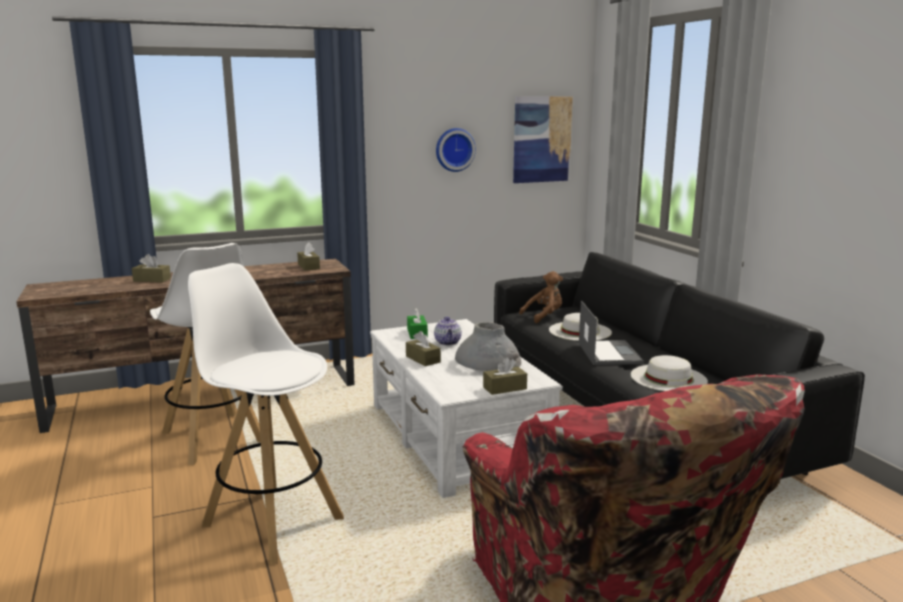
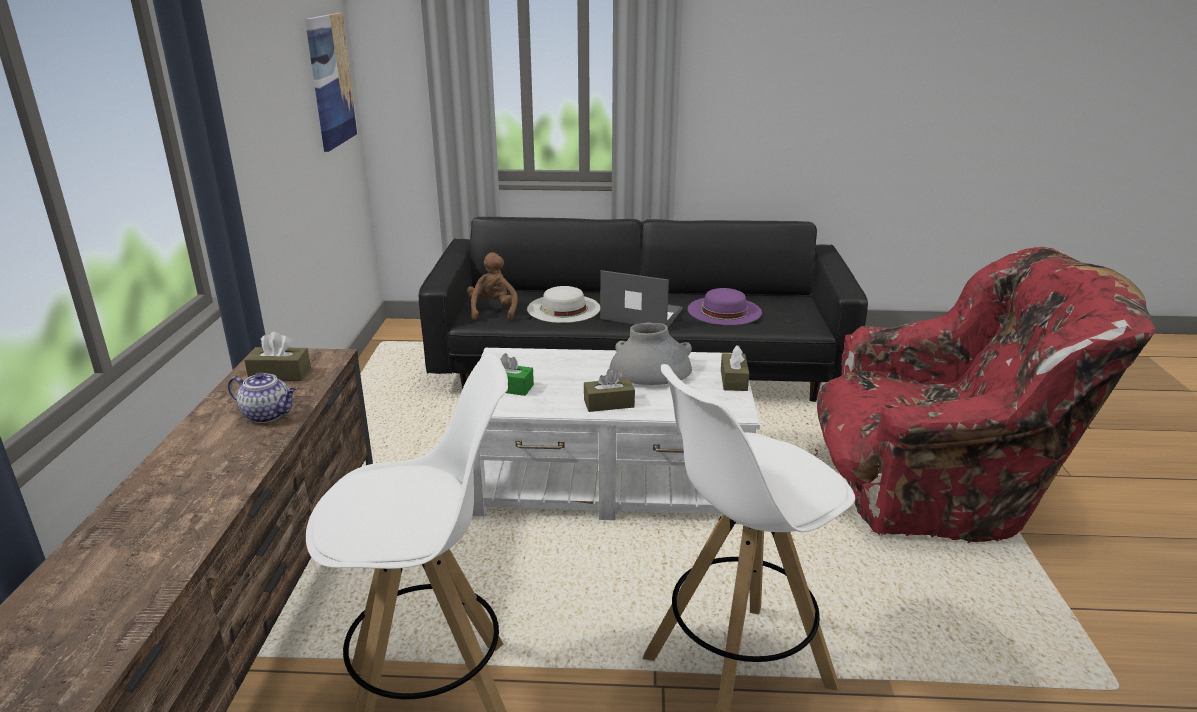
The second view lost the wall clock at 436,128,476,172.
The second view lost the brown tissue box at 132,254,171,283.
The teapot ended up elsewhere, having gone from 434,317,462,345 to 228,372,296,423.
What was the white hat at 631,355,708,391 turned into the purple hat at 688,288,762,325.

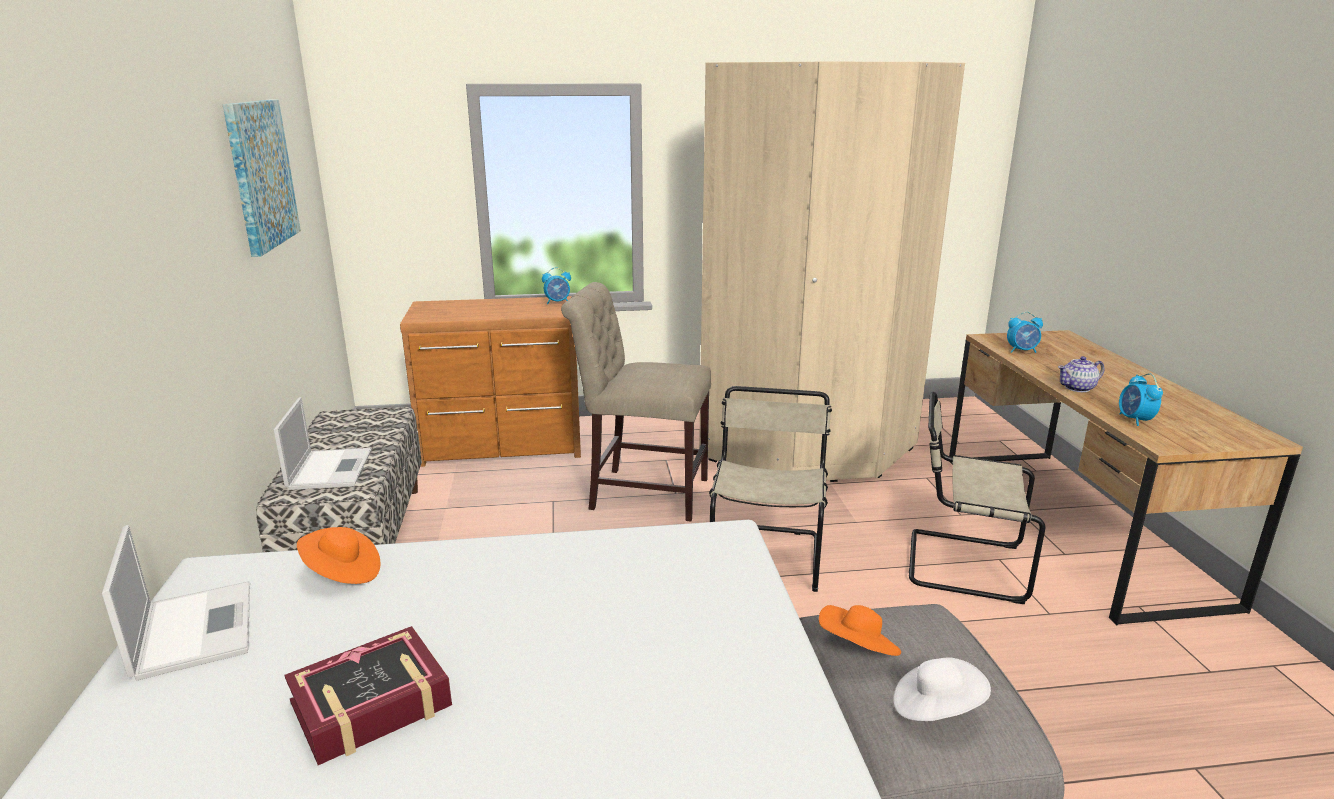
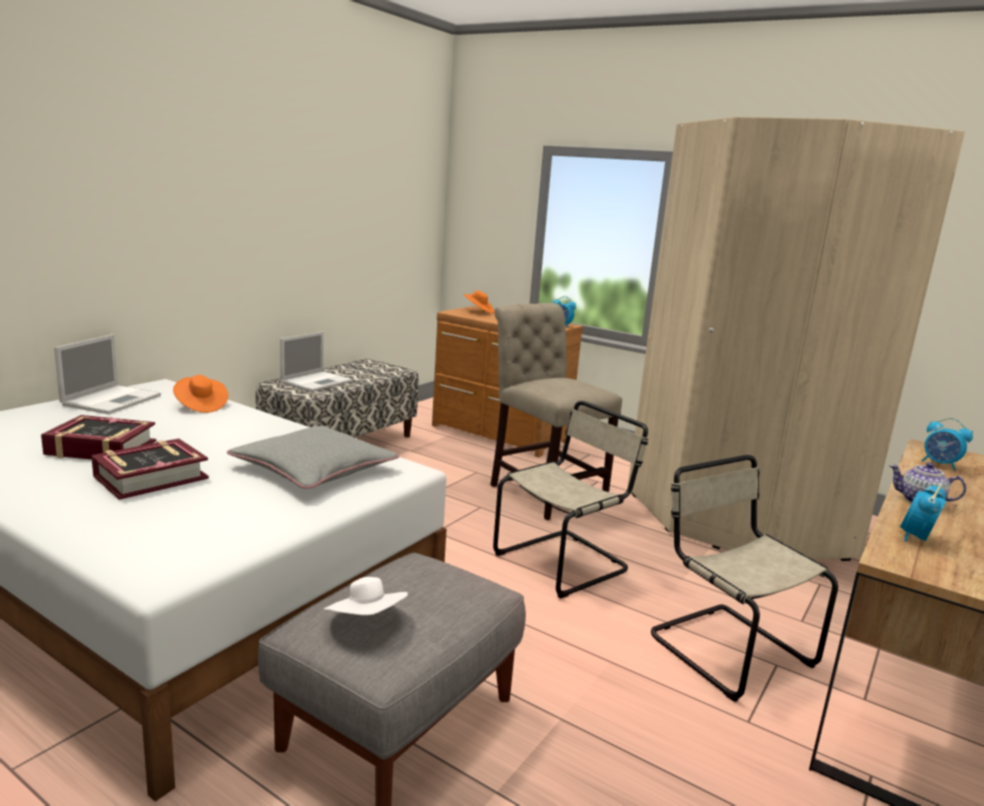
The second view lost the picture at 223,99,301,257.
The orange hat ended up elsewhere, having gone from 819,605,901,656 to 463,290,494,314.
The second view gained the grey pillow at 227,426,399,489.
The second view gained the book at 91,439,209,500.

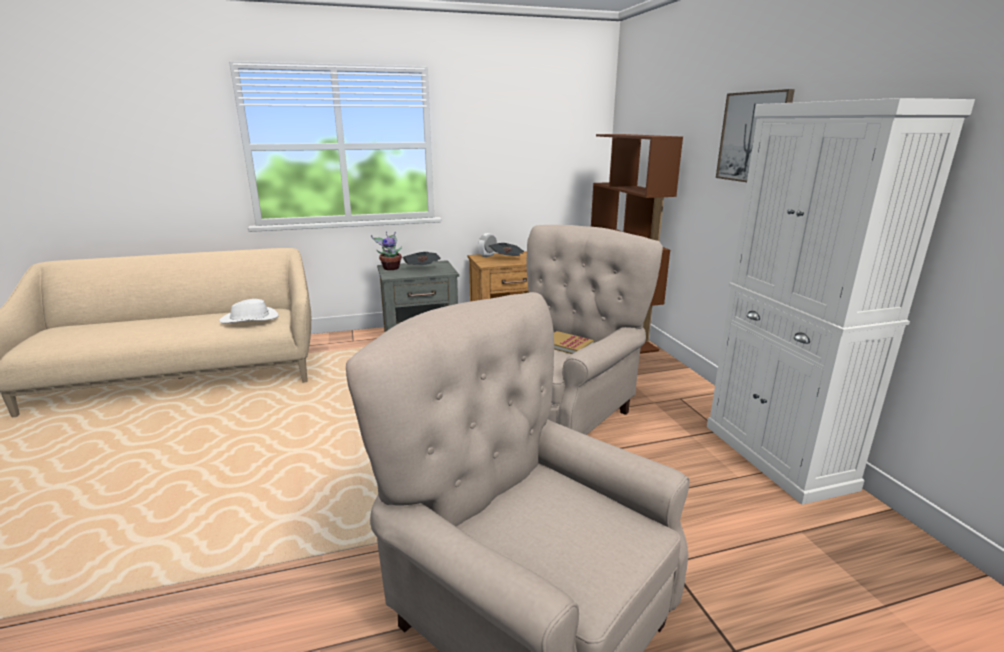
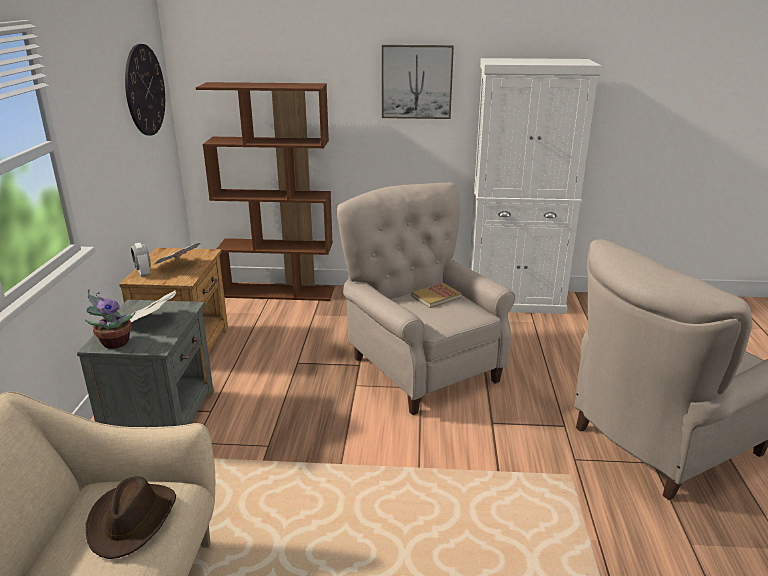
What was the white hat at 219,299,279,323 turned into the brown hat at 86,476,176,559.
The second view gained the wall clock at 125,44,165,135.

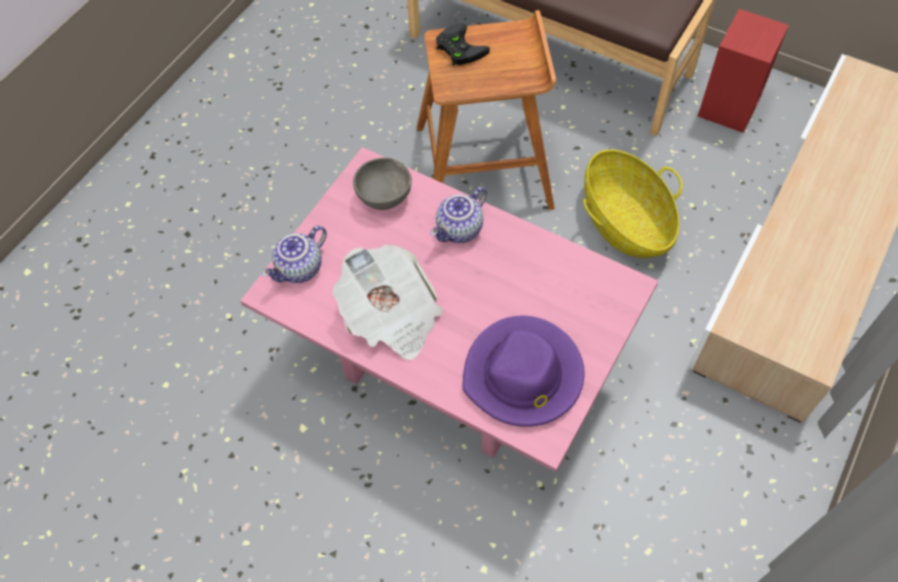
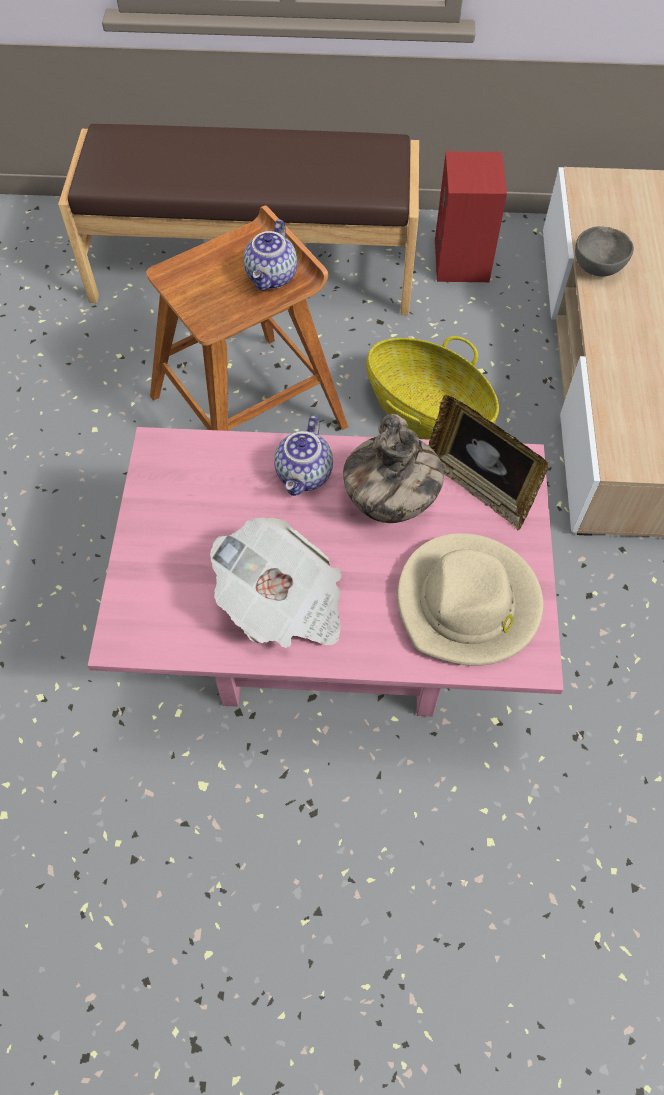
The second view lost the black game controller at 436,23,490,66.
The grey bowl ended up elsewhere, having gone from 353,158,412,210 to 575,226,634,276.
The teapot ended up elsewhere, having gone from 262,226,327,283 to 244,219,297,291.
What was the purple hat at 462,316,584,427 turned into the beige hat at 397,533,543,666.
The second view gained the picture frame at 429,395,548,531.
The second view gained the vase at 343,413,444,523.

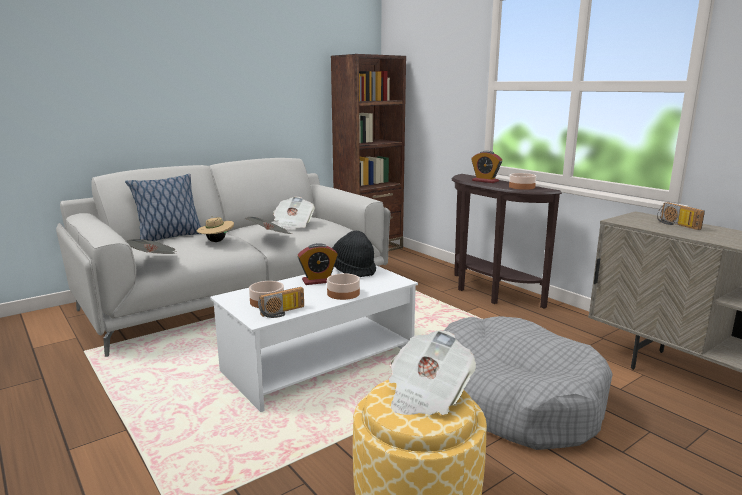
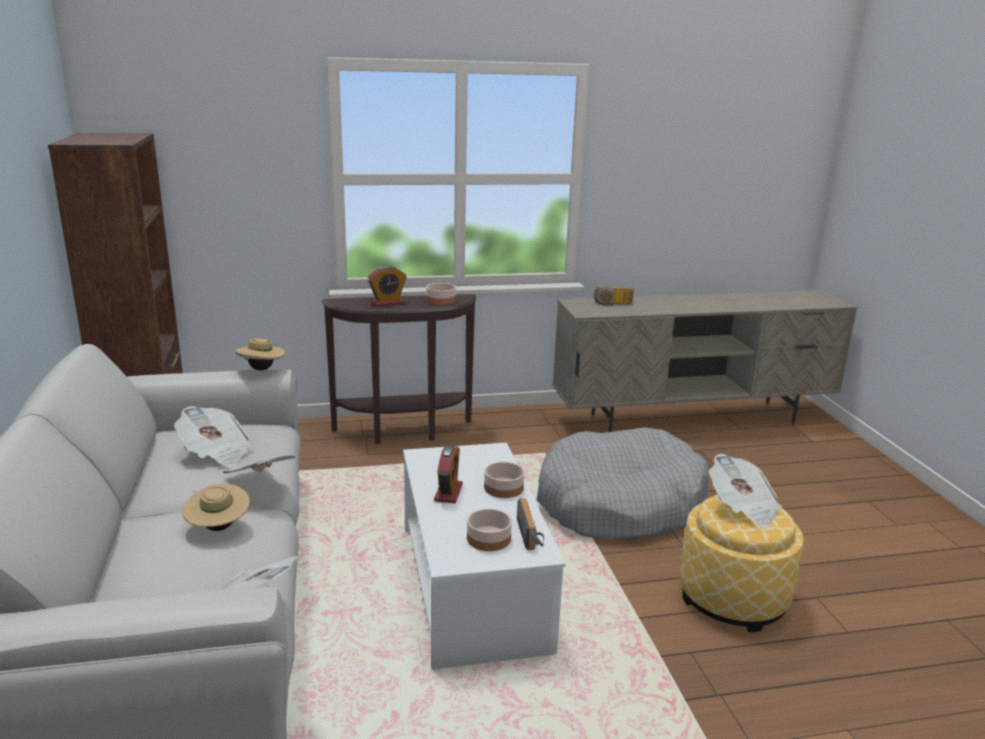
The second view lost the pillow at 125,174,201,241.
The second view lost the black hat at 332,231,376,277.
The second view gained the beige hat at 235,338,286,370.

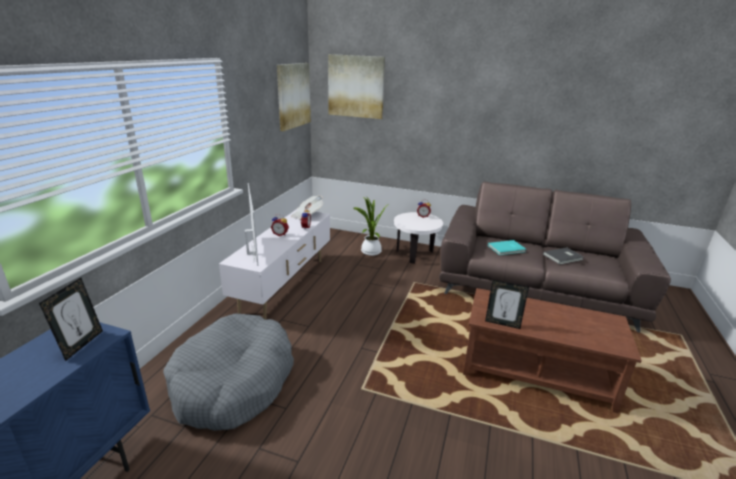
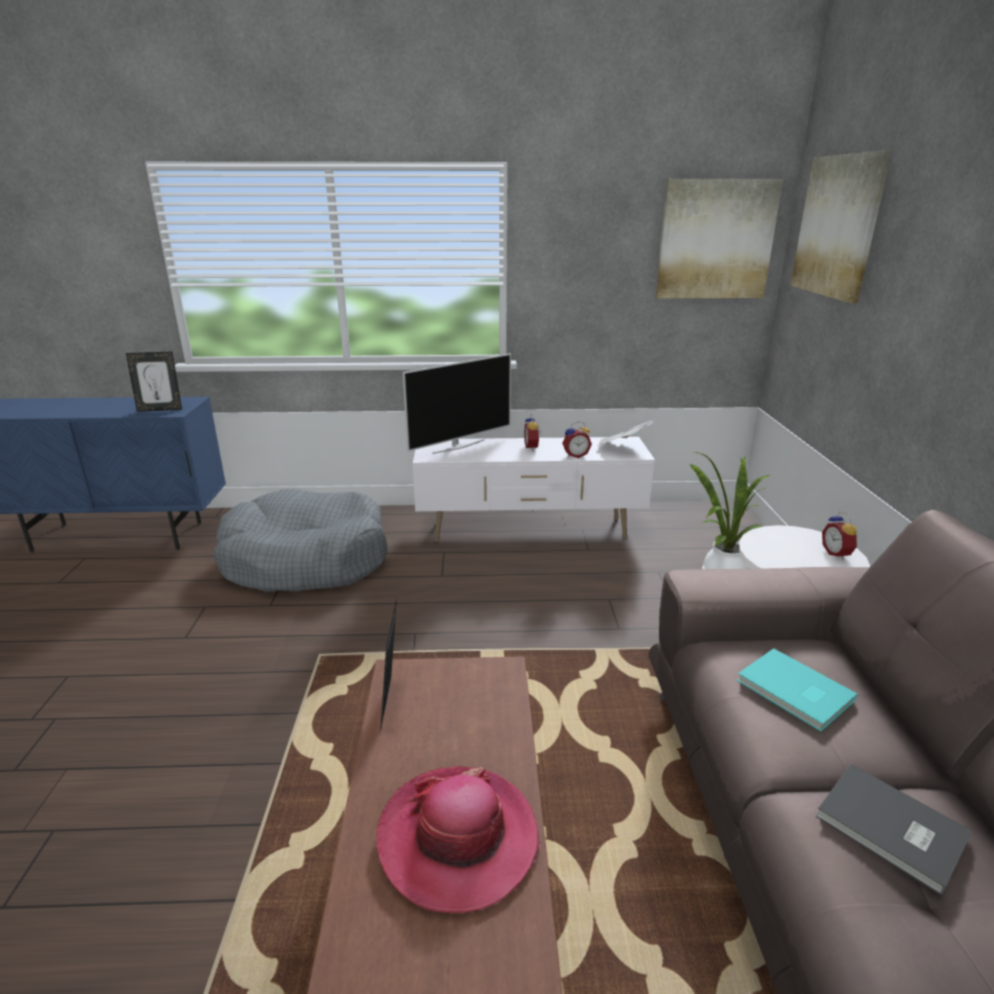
The second view gained the hat at 376,766,540,913.

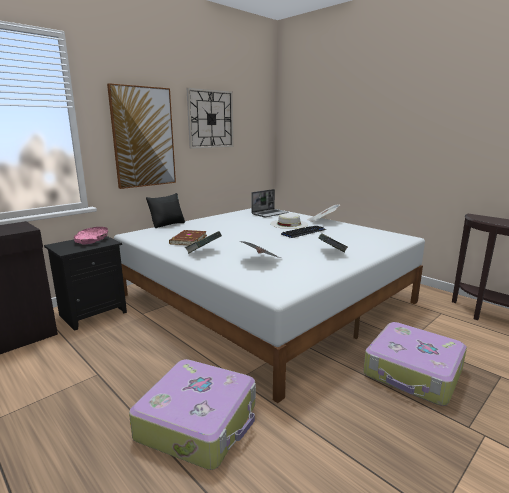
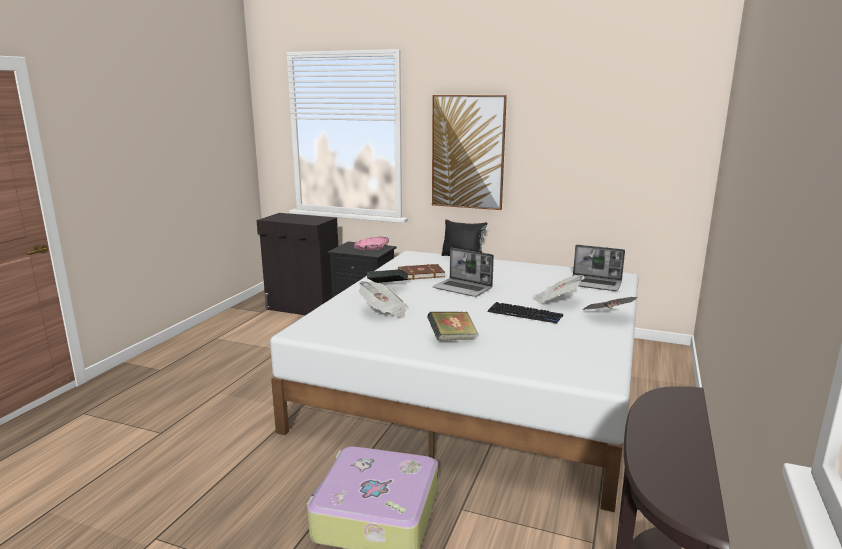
The second view lost the wall clock at 187,88,234,149.
Where the white hat stood at 270,213,308,229, the newspaper came to stand at 532,275,585,303.
The second view lost the suitcase at 129,359,256,470.
The second view gained the laptop at 433,248,494,297.

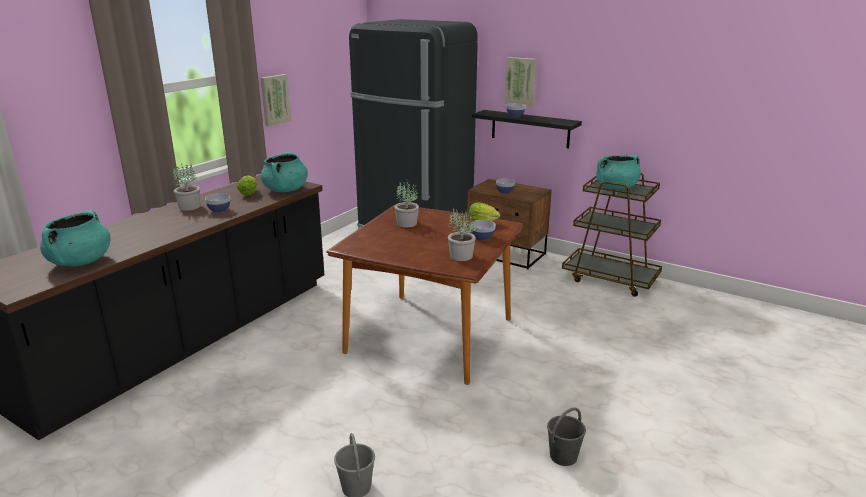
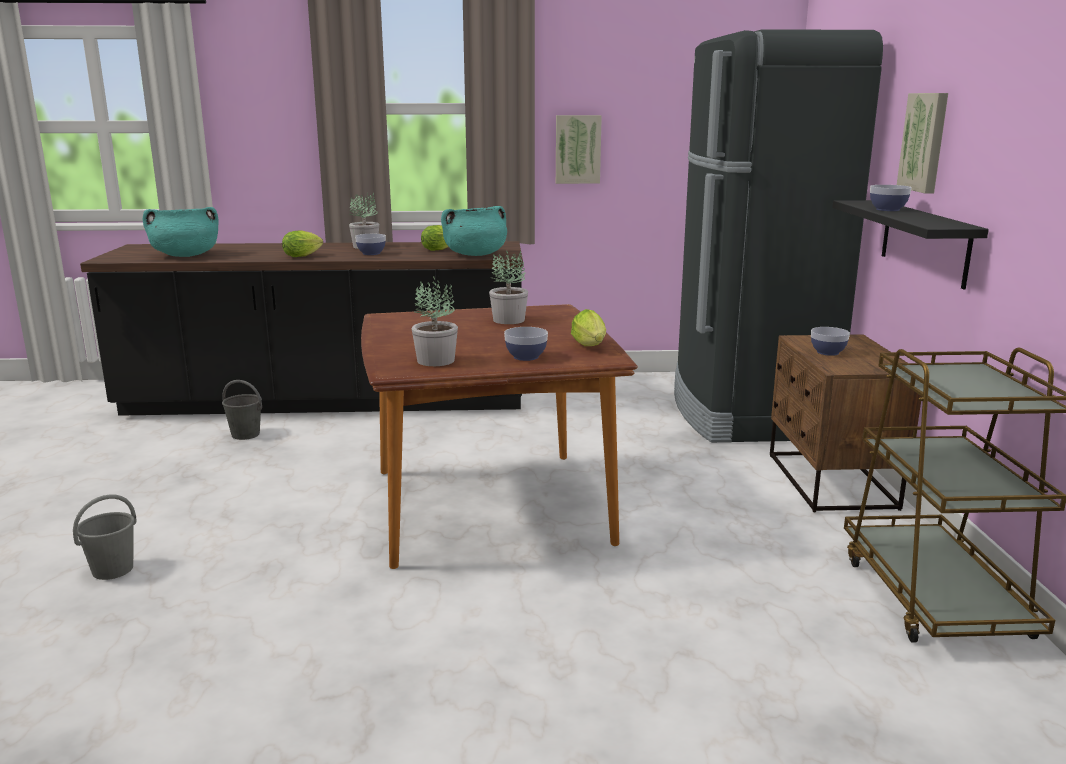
The second view lost the turquoise cooking pot at 596,155,641,190.
The grey bucket ended up elsewhere, having gone from 547,407,586,466 to 222,380,262,440.
The second view gained the lettuce at 282,230,323,257.

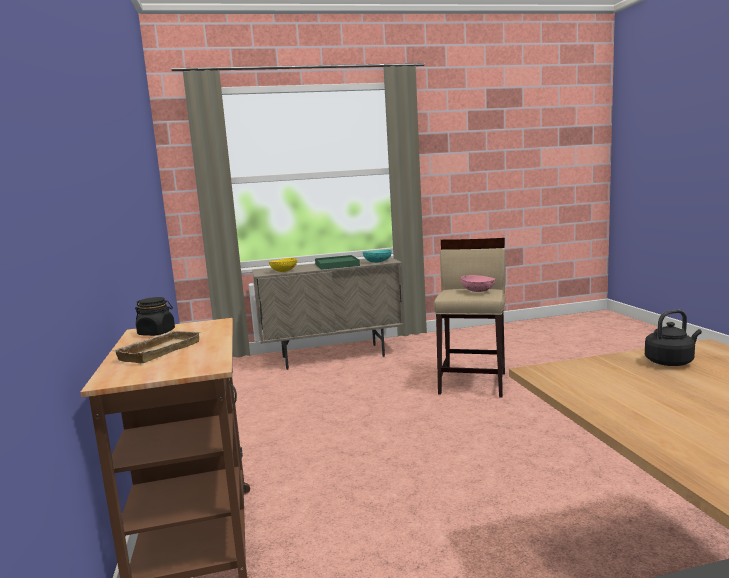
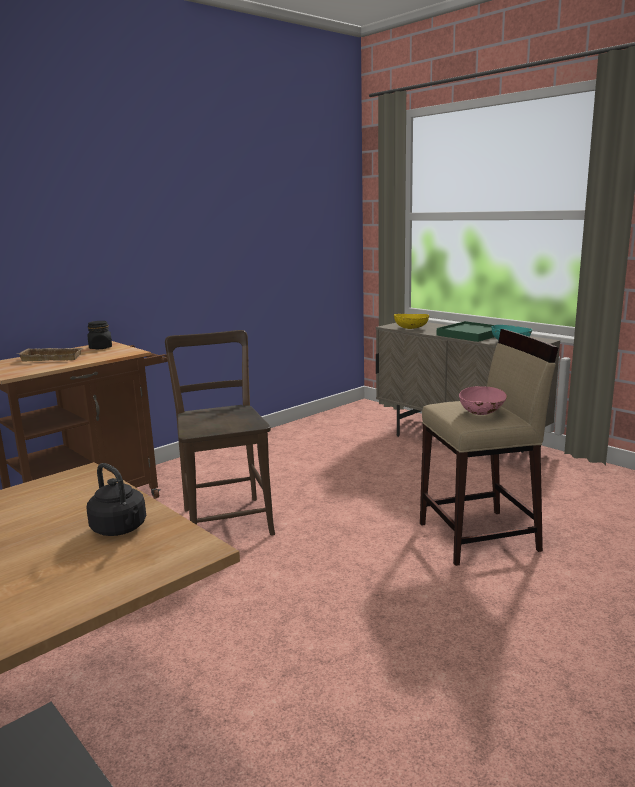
The second view gained the brown chair at 165,330,275,536.

